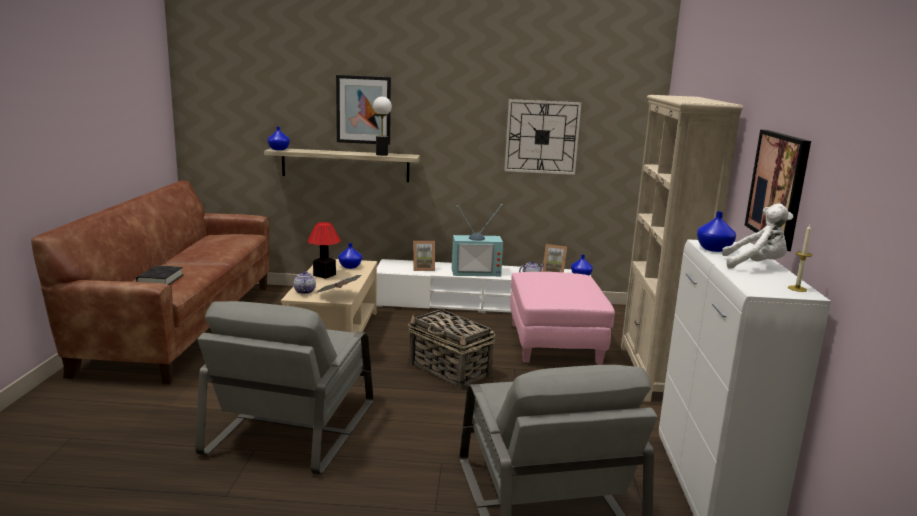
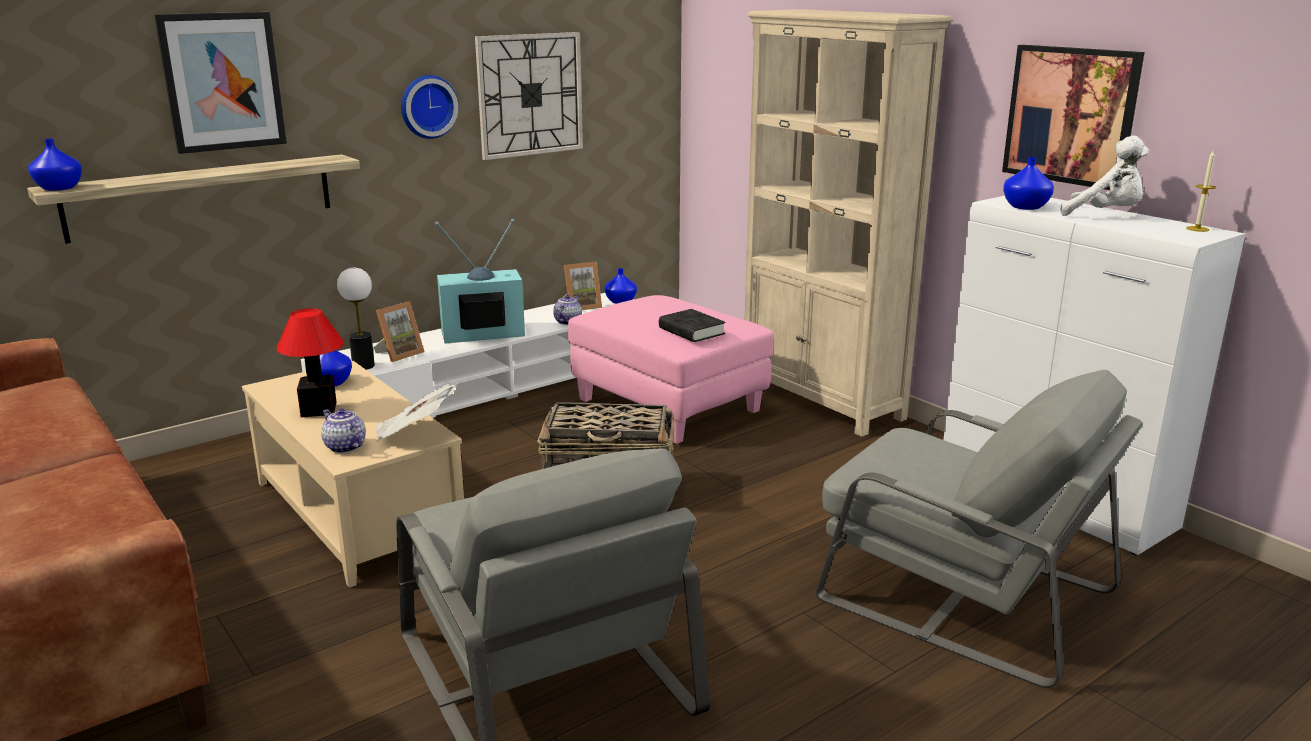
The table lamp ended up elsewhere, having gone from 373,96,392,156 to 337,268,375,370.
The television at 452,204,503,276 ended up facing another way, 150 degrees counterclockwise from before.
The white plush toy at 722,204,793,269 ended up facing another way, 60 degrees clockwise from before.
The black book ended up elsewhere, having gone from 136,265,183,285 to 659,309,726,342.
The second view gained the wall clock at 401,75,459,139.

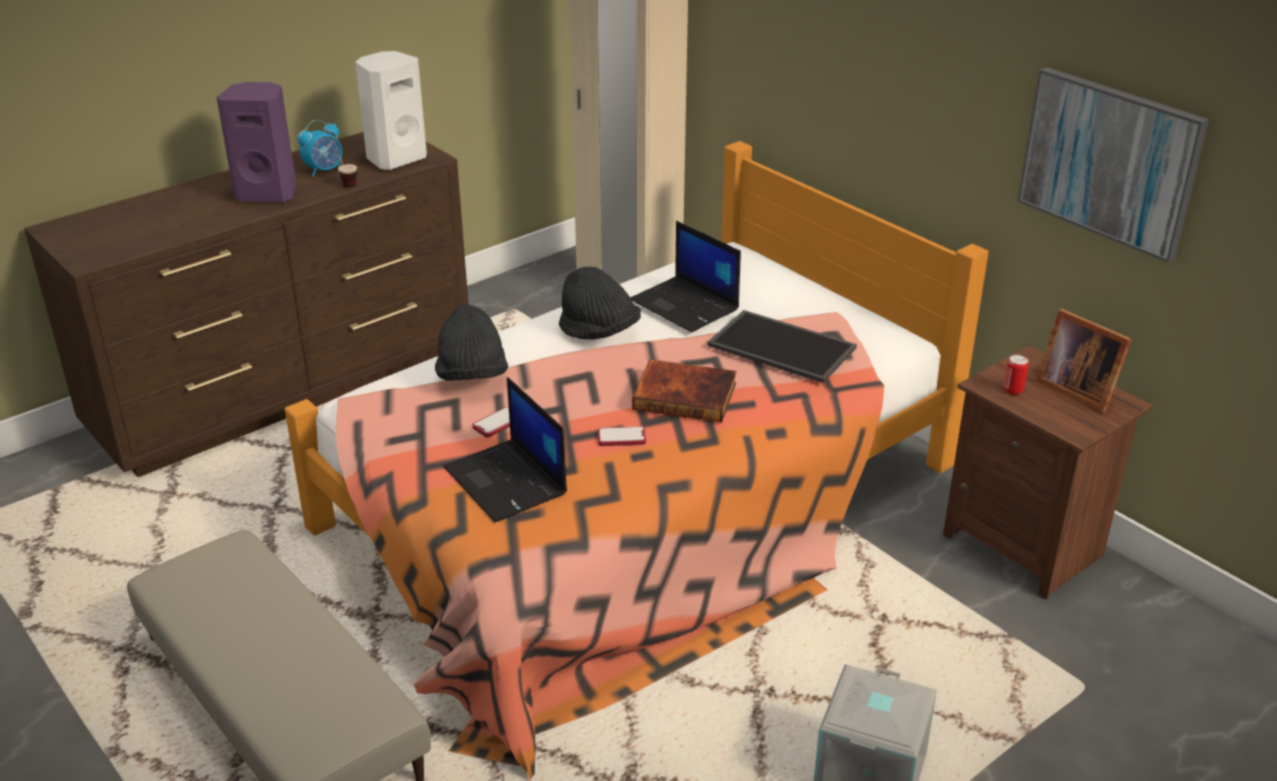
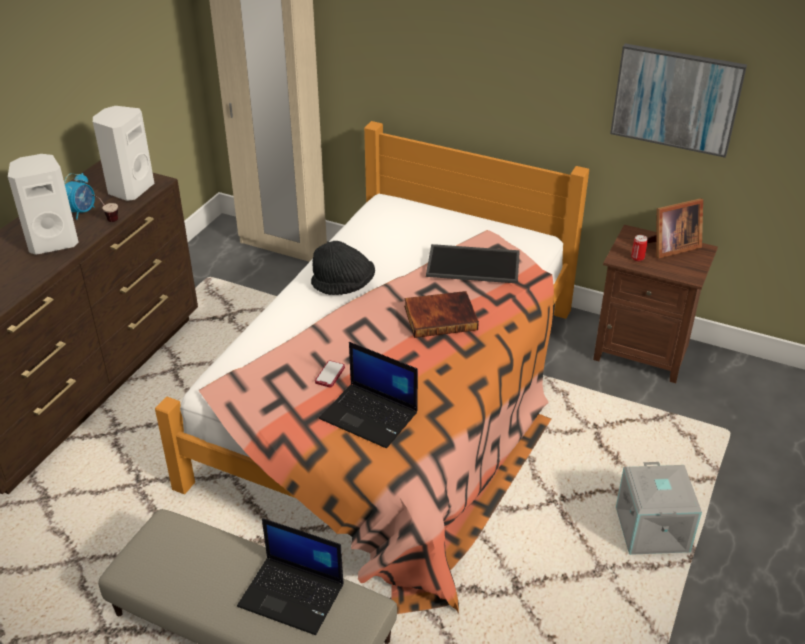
What was the purple speaker at 216,82,296,202 turned into the white speaker at 8,154,79,255.
The laptop ended up elsewhere, having gone from 630,221,741,333 to 237,518,344,635.
The second view lost the black hat at 435,304,508,381.
The picture frame at 1035,309,1132,413 ended up facing another way, 45 degrees counterclockwise from before.
The second view lost the phone at 598,426,646,446.

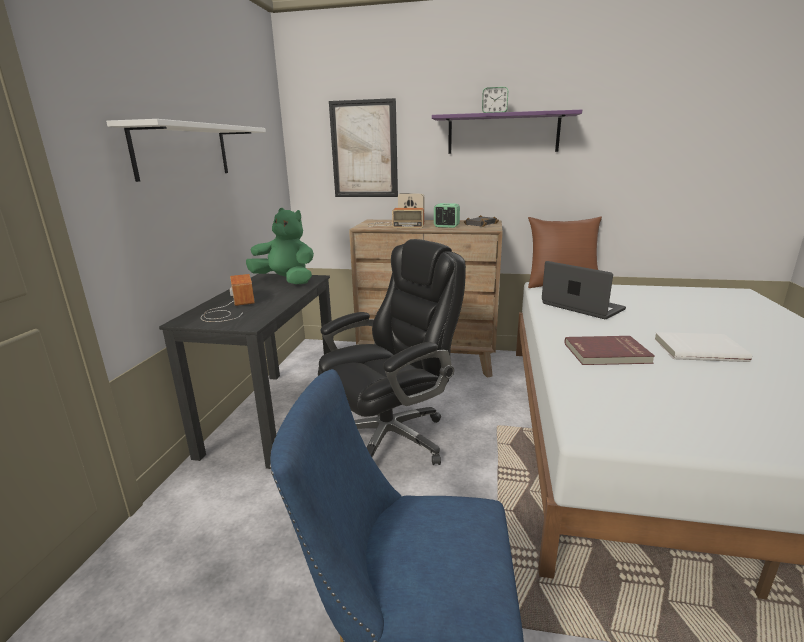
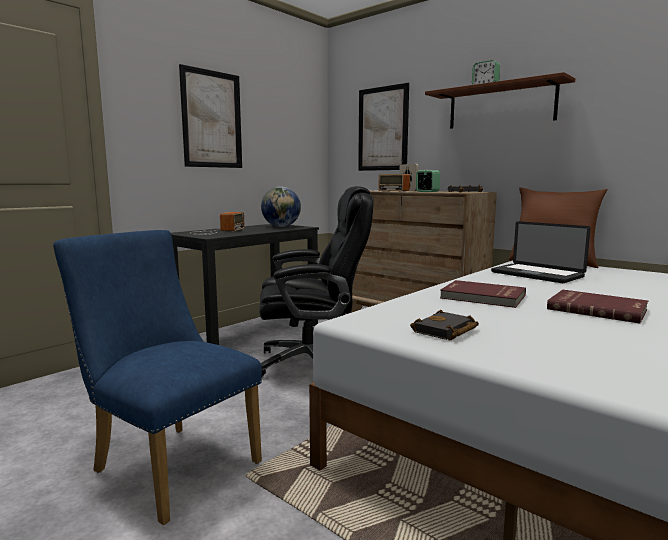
What was the purple shelf at 432,110,582,154 turned into the brown shelf at 425,72,575,129.
Where the white shelf hung at 106,119,266,182, the picture came to hang at 179,64,242,168.
Where the green plush toy stood at 246,208,314,284, the globe came to stand at 261,187,301,227.
The laptop at 542,261,626,319 ended up facing another way, 150 degrees clockwise from before.
What was the white book at 654,332,752,362 turned into the red book at 547,290,648,324.
The second view gained the black book at 410,310,479,340.

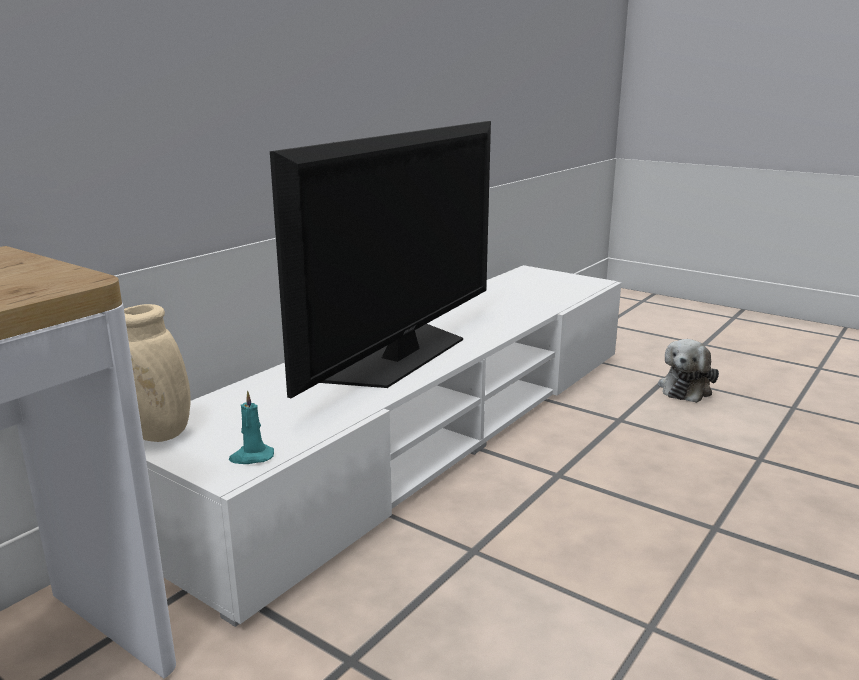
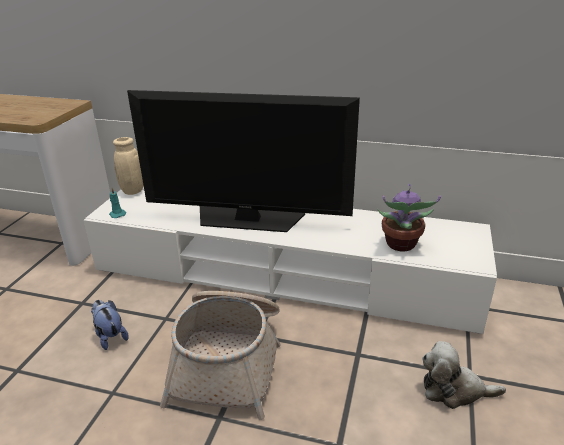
The second view gained the potted plant at 377,184,441,251.
The second view gained the basket at 160,291,281,420.
The second view gained the plush toy at 91,300,129,350.

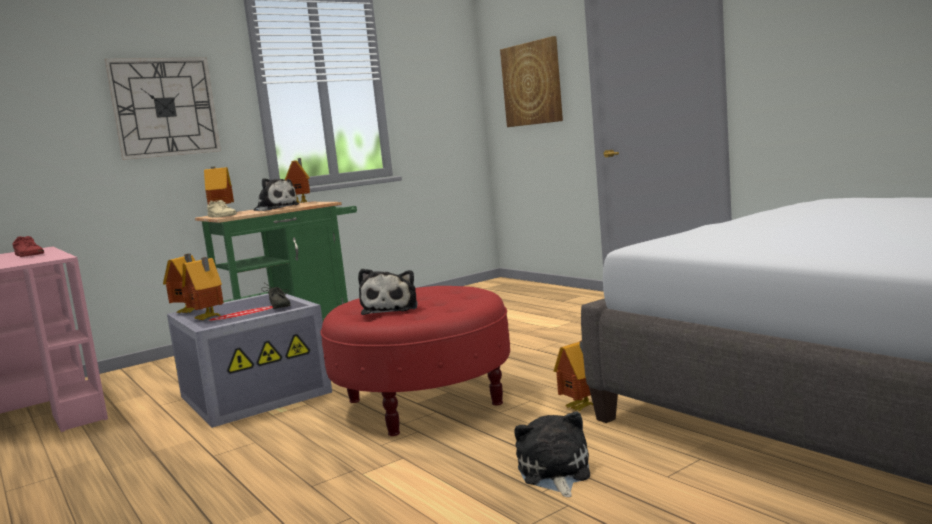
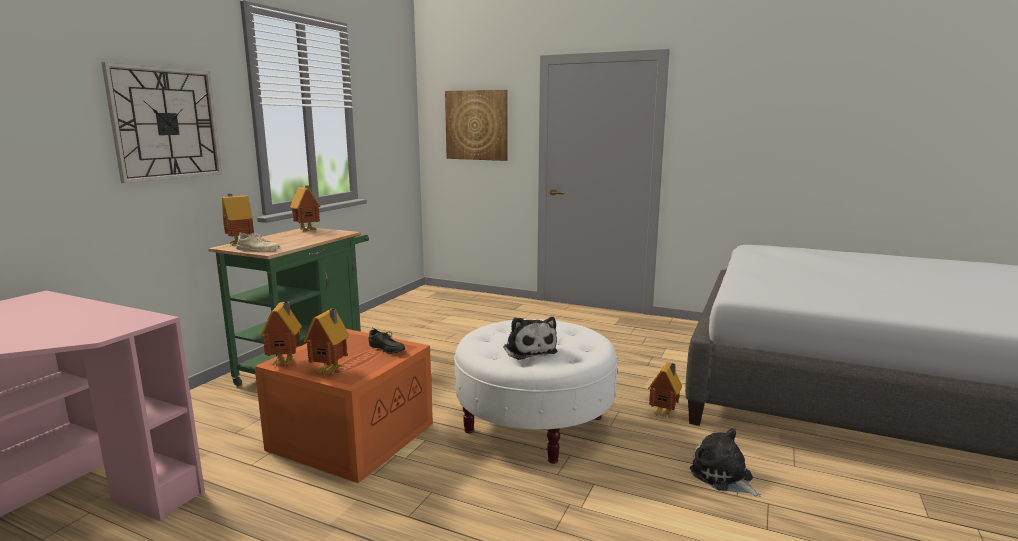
The second view lost the plush toy at 254,178,299,211.
The second view lost the red shoe at 12,236,44,257.
What was the red ottoman at 321,286,510,436 turned into the white ottoman at 454,319,618,464.
What was the grey storage box at 167,293,332,428 turned into the orange storage box at 255,329,433,483.

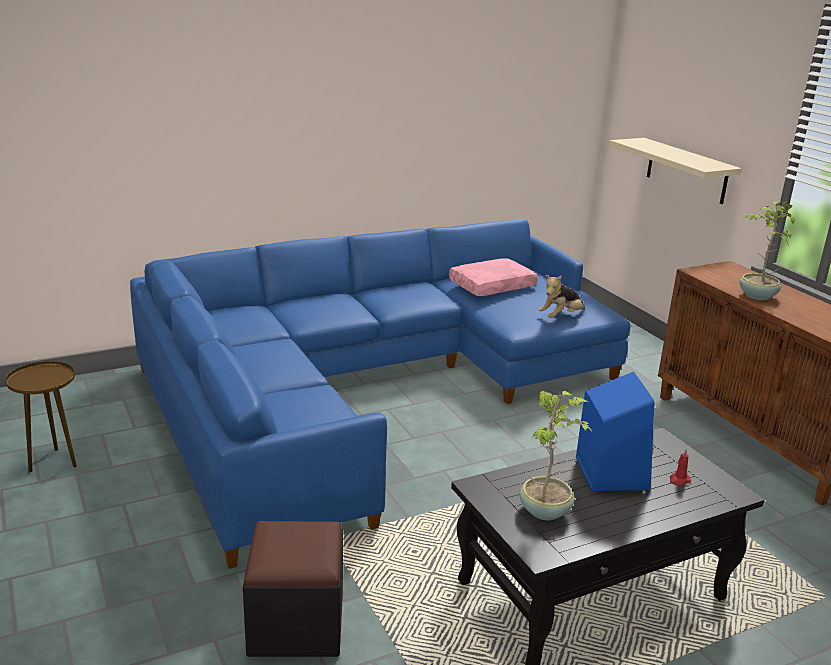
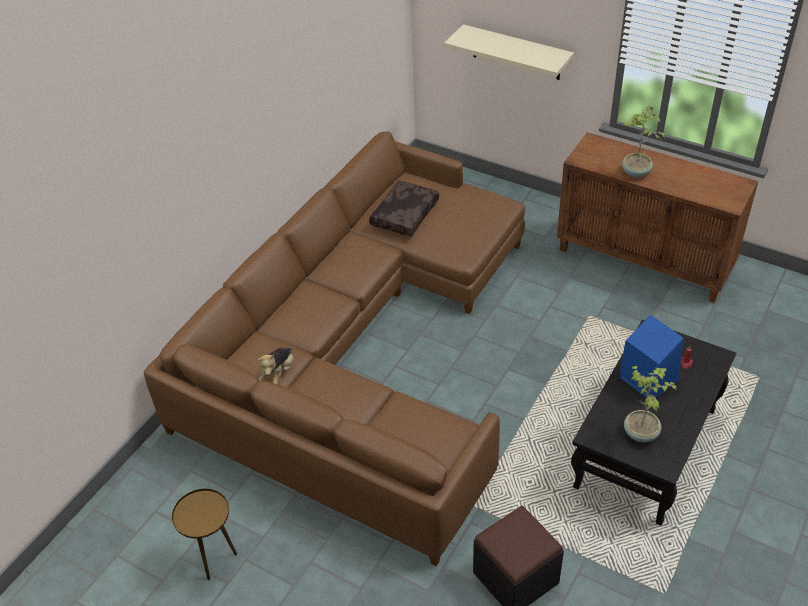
What was the blue sofa at 130,220,630,569 turned into the brown sofa at 144,132,525,566.
What was the pink pillow at 449,258,538,296 turned into the brown pillow at 369,180,439,237.
The plush toy ended up elsewhere, having gone from 538,275,585,318 to 258,348,294,384.

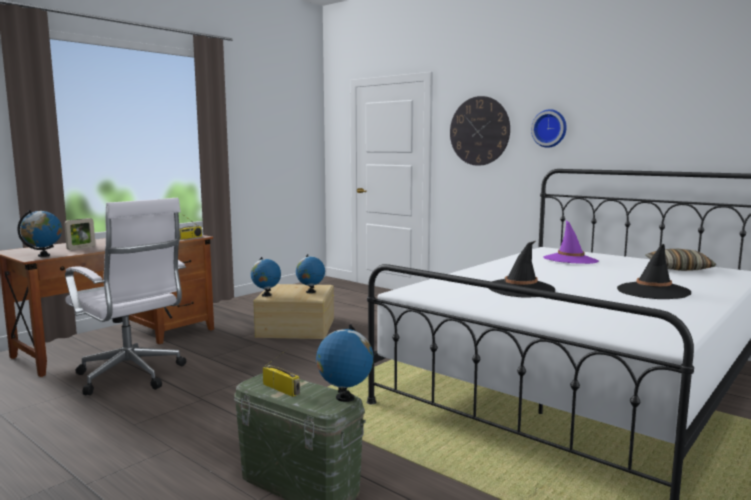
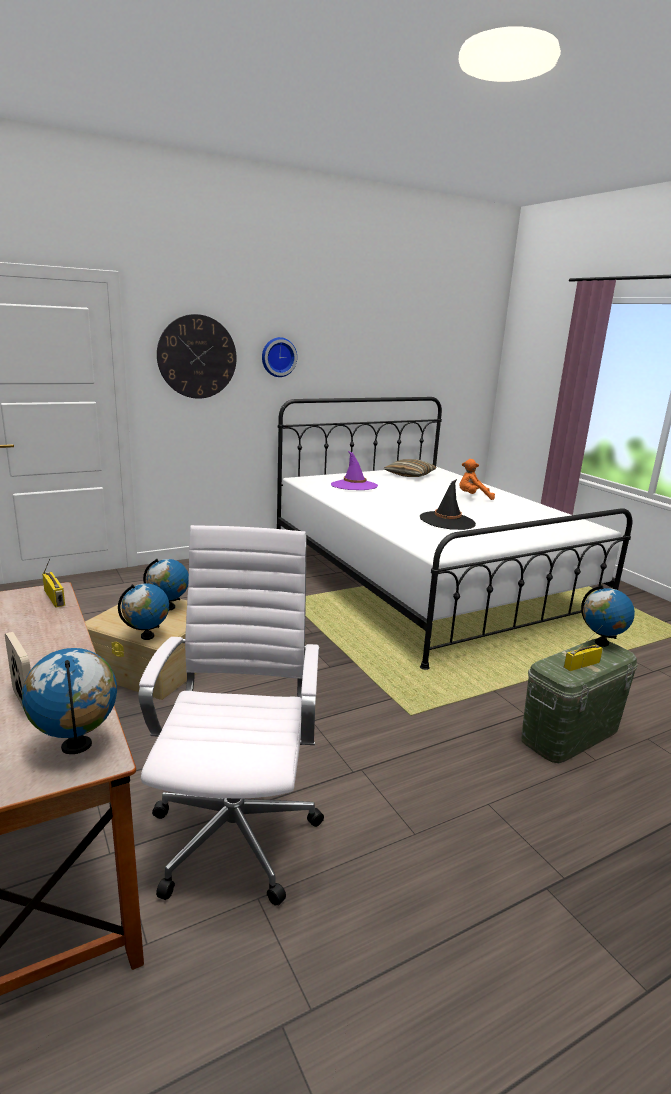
The white office chair at 65,198,186,395 ended up facing another way, 60 degrees counterclockwise from before.
Where the black hat stood at 617,244,691,299, the orange plush toy came to stand at 459,459,495,500.

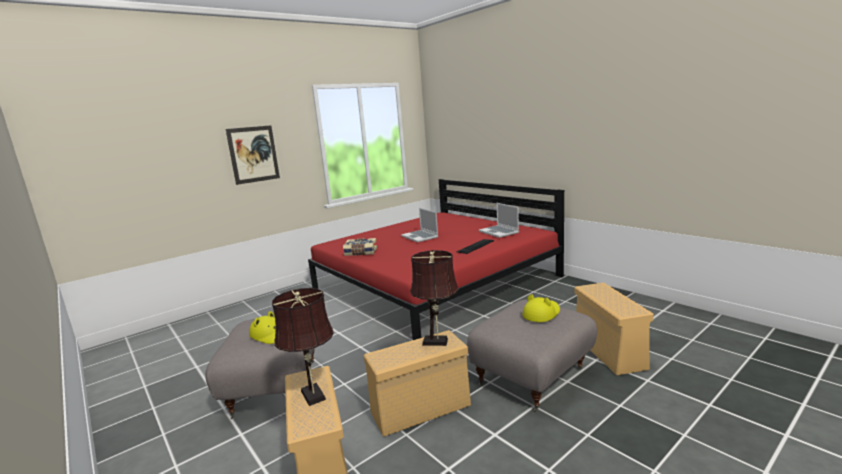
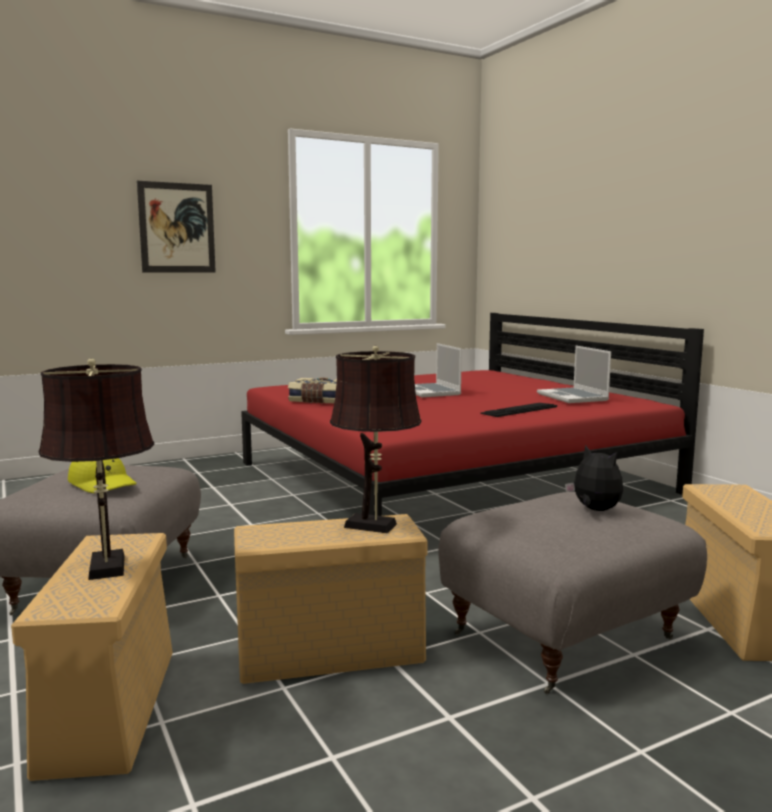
Where the yellow hat stood at 522,294,560,322, the plush toy came to stand at 565,445,623,511.

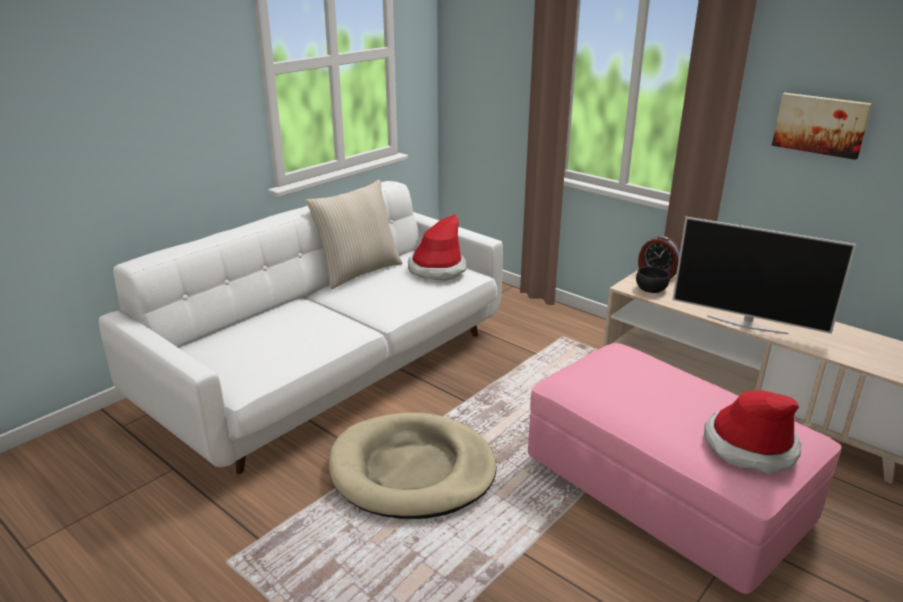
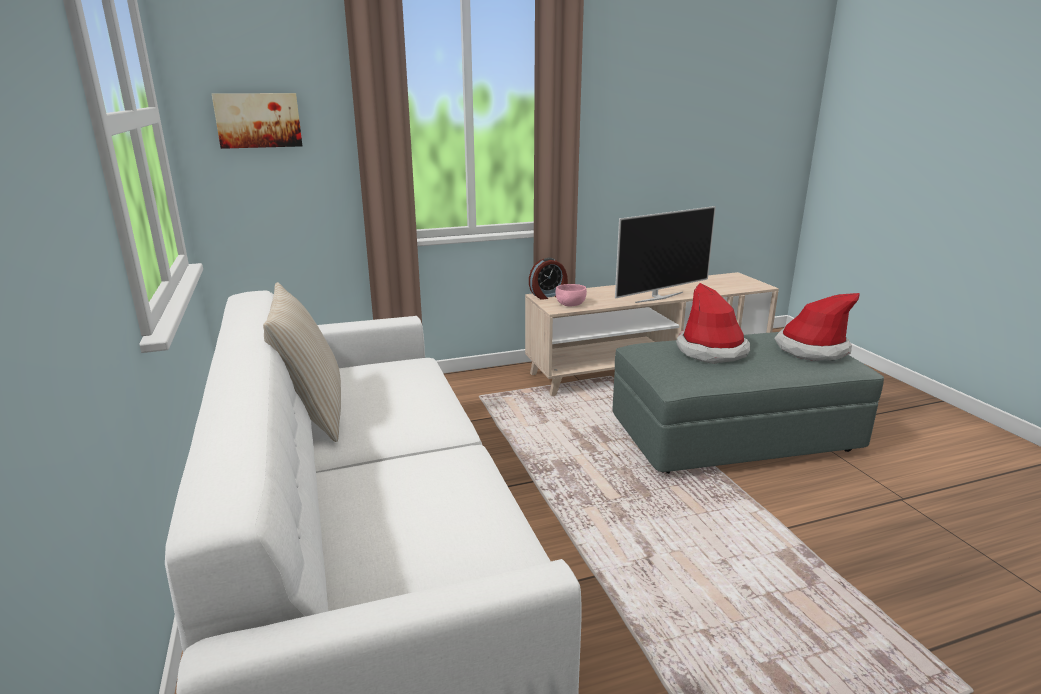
The picture ended up elsewhere, having gone from 772,93,872,160 to 212,93,302,149.
The hat ended up elsewhere, having gone from 408,214,467,281 to 676,283,750,364.
What was the black bowl at 636,267,670,293 turned into the pink bowl at 555,284,587,306.
What was the pink ottoman at 528,343,842,594 turned into the grey ottoman at 612,332,884,474.
The second view lost the beige dog bed at 329,413,497,519.

